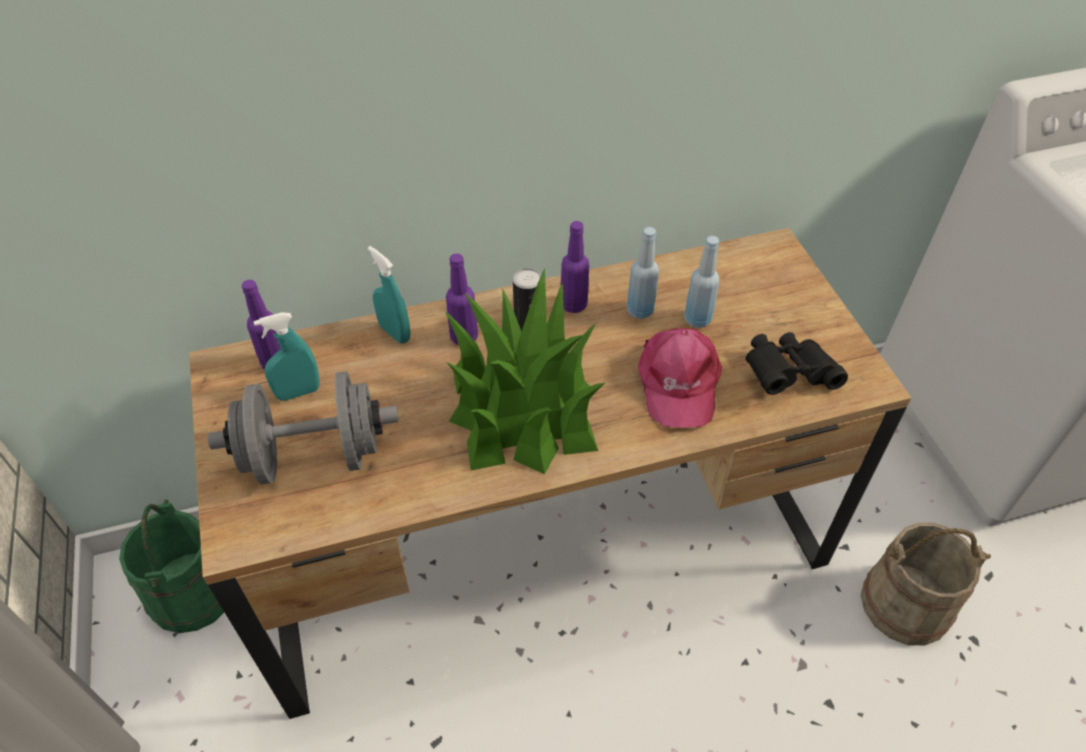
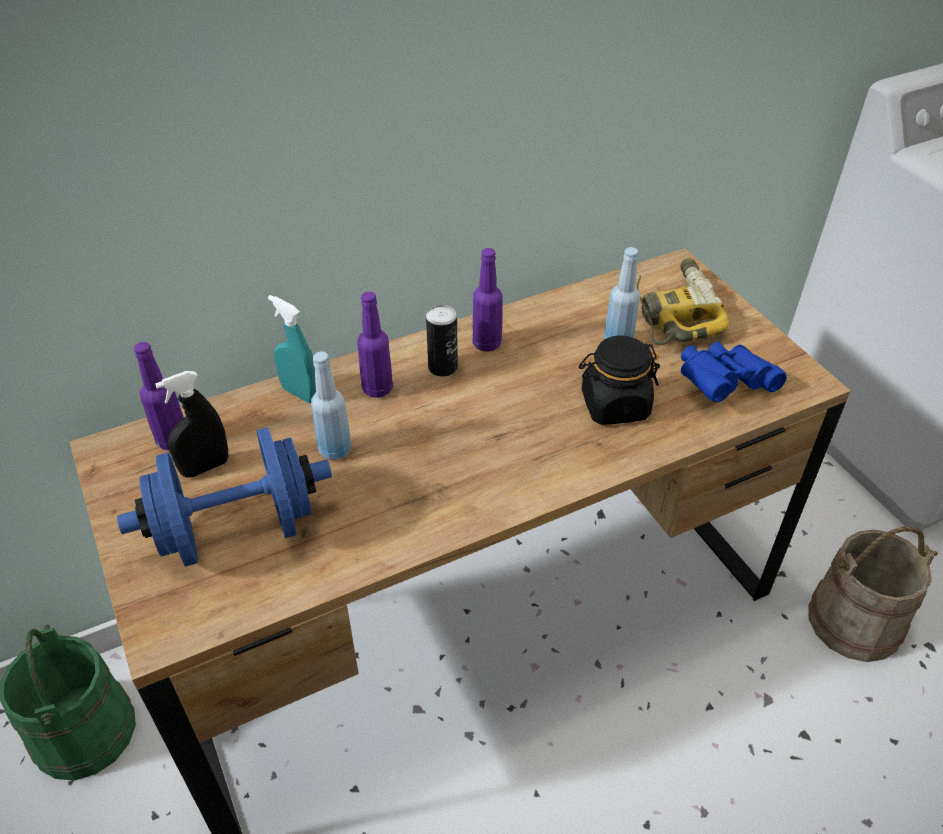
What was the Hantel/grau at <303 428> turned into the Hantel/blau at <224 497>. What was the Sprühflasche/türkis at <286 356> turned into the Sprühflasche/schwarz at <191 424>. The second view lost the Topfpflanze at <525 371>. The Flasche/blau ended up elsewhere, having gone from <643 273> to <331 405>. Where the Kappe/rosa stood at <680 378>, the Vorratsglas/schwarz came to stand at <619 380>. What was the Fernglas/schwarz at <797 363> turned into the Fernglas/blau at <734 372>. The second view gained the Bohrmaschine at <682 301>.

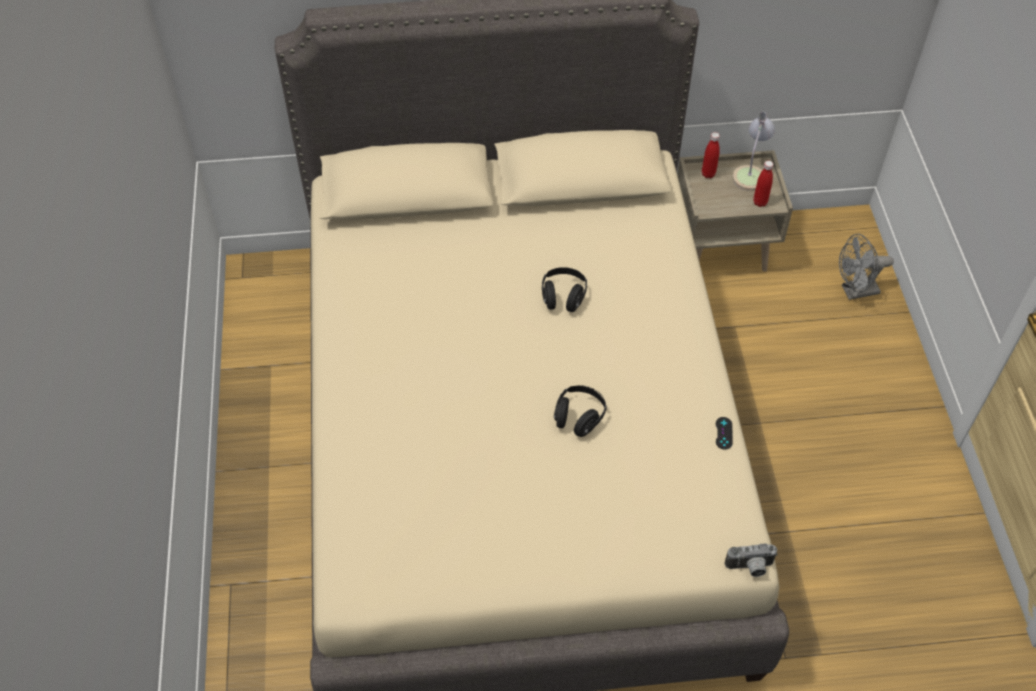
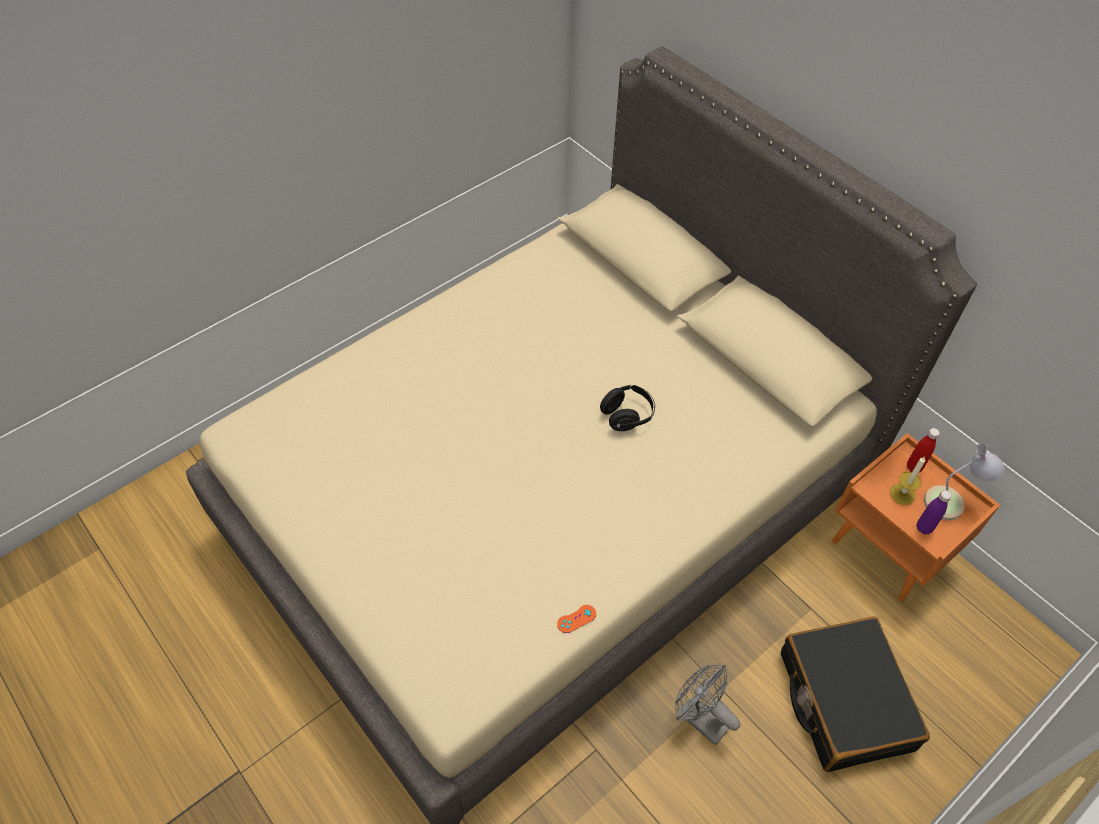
The second view lost the Kopfhörer/schwarz at <580 411>. What was the Nachttisch/beige at <735 211> turned into the Nachttisch/orange at <916 517>. What was the Gamepad/schwarz at <724 433> turned into the Gamepad/orange at <576 619>. The second view lost the Kamera at <751 560>. What was the Flasche/rot at <763 184> turned into the Flasche/lila at <934 512>. The Ventilator/grau ended up elsewhere, having gone from <866 267> to <708 705>. The second view gained the Koffer/schwarz at <855 694>. The second view gained the Kerze at <907 480>.

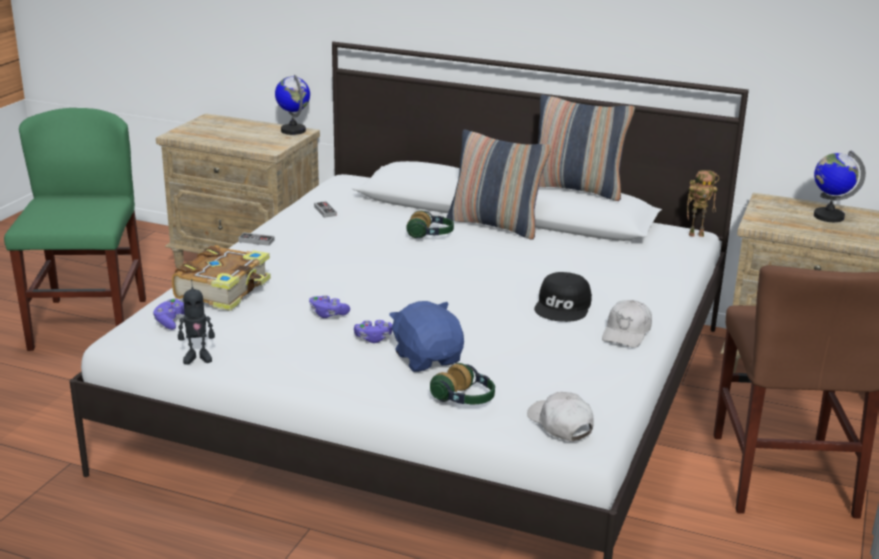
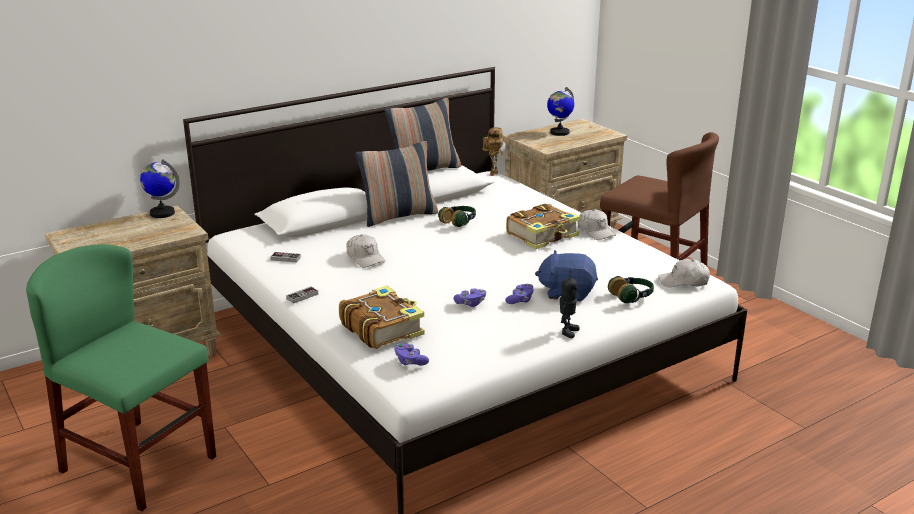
The Spielzeugroboter ended up elsewhere, having gone from <196 321> to <570 304>. The Kopfhörer ended up elsewhere, having gone from <430 224> to <457 216>. Where the Kappe/schwarz stood at <563 297>, the Buch came to stand at <543 226>. The second view gained the Kappe/weiß at <365 251>.

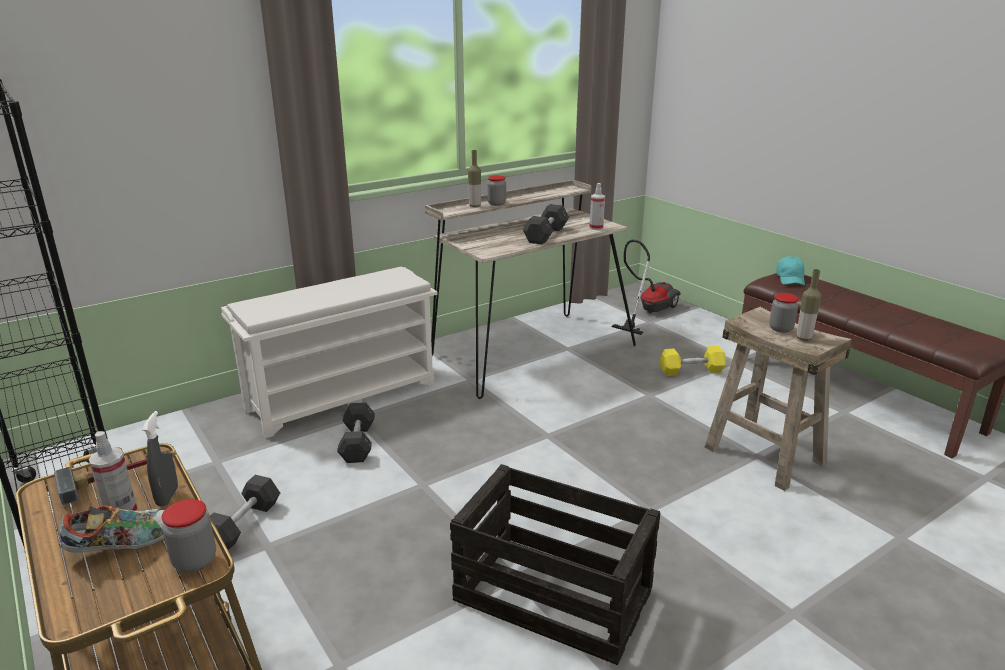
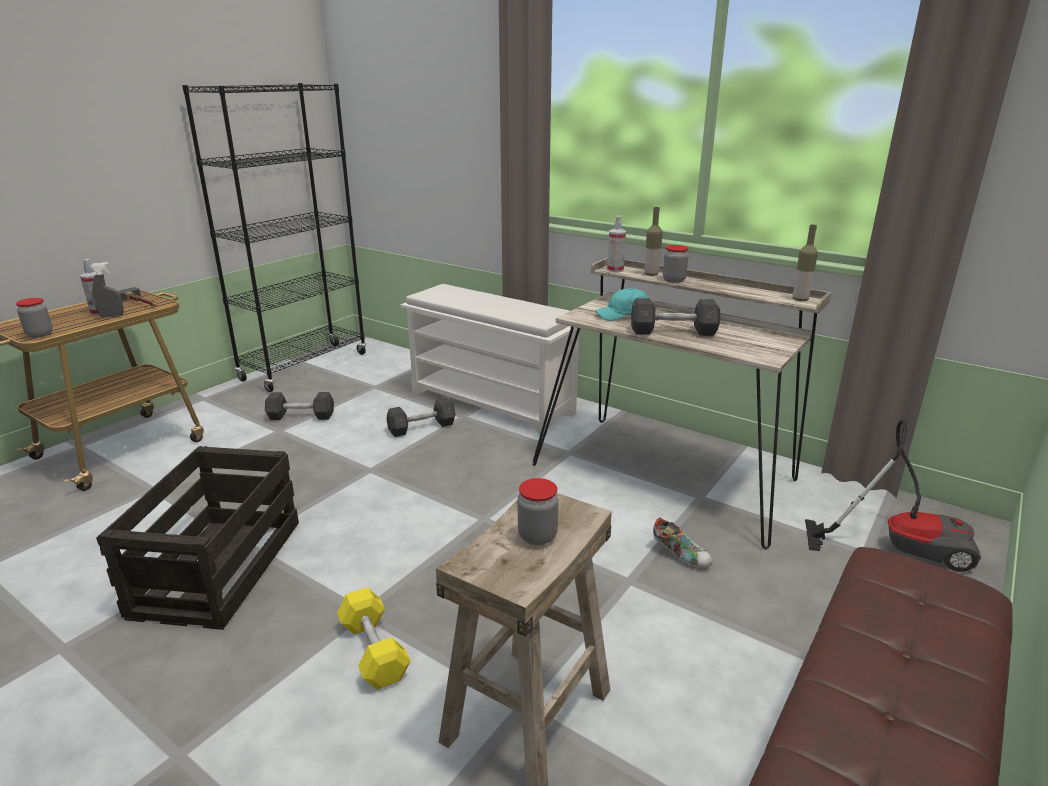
The Schuh ended up elsewhere, having gone from <112 529> to <683 543>. The Sprühflasche ended up elsewhere, having gone from <597 206> to <616 244>. The Hantel/gelb ended up elsewhere, having gone from <693 361> to <374 638>. The Kappe/türkis ended up elsewhere, having gone from <790 271> to <621 304>. The Flasche ended up elsewhere, having gone from <808 305> to <805 262>.

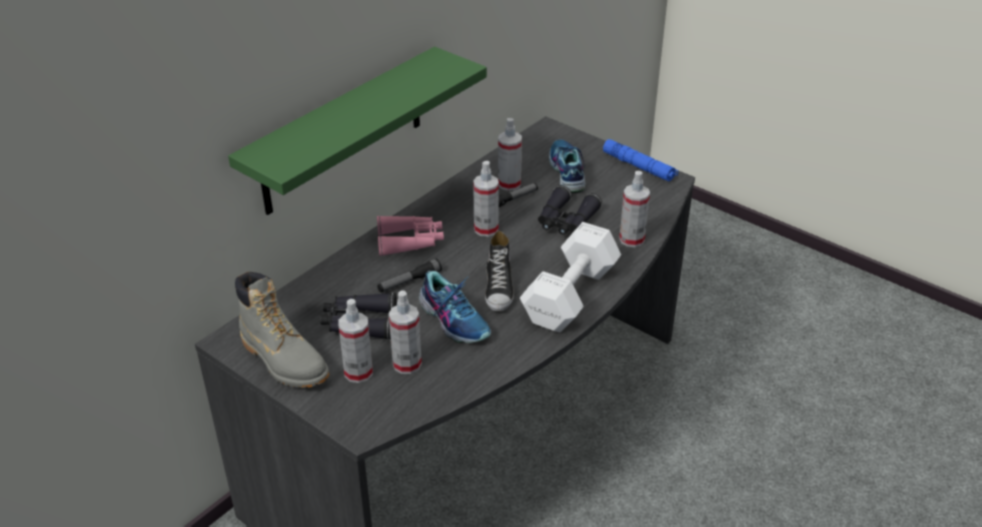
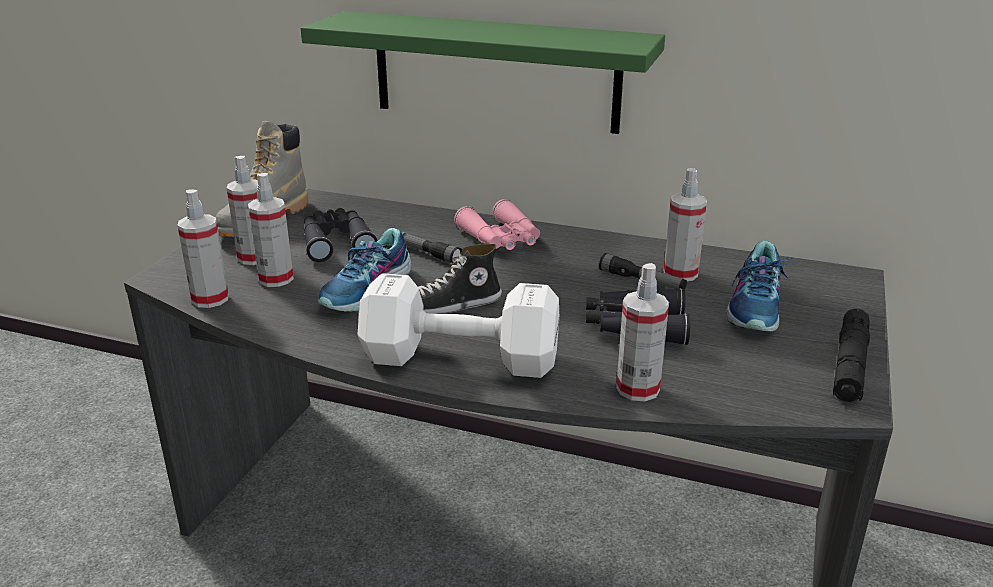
The Sprühflasche ended up elsewhere, having gone from <486 199> to <203 248>. The Schuh at <567 166> ended up facing another way, 135 degrees clockwise from before. What was the Taschenlampe/blau at <640 160> turned into the Taschenlampe/schwarz at <851 355>.

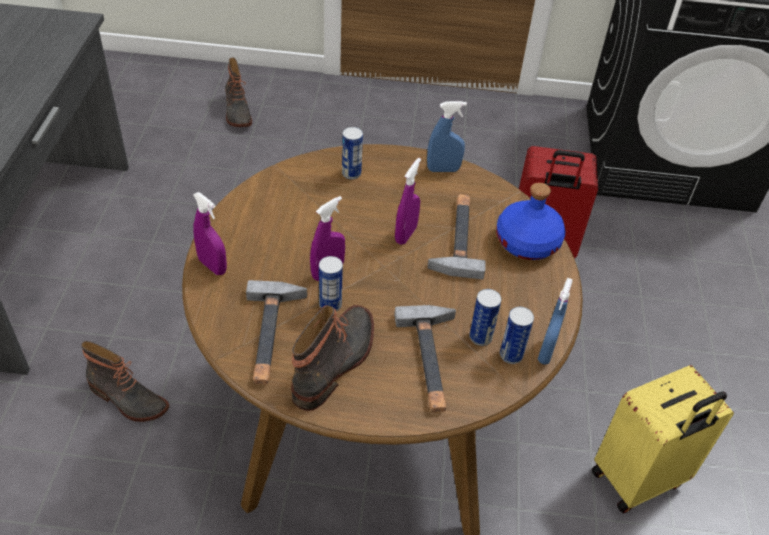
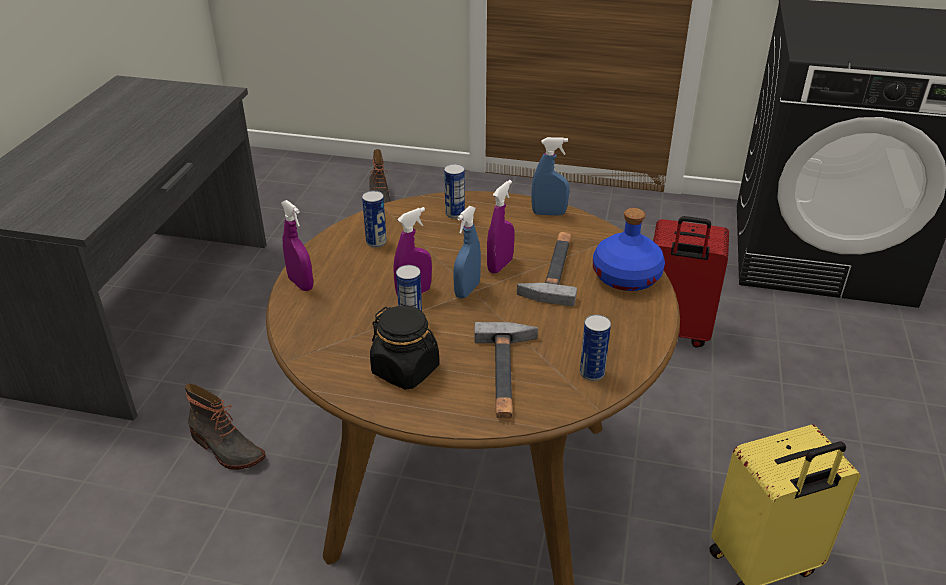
The second view lost the Hammer at <276 332>. Where the Stiefel stood at <332 358>, the Vorratsglas/schwarz came to stand at <404 347>. The Dose ended up elsewhere, having gone from <485 317> to <374 219>. The Sprühflasche/blau ended up elsewhere, having gone from <555 321> to <467 252>.

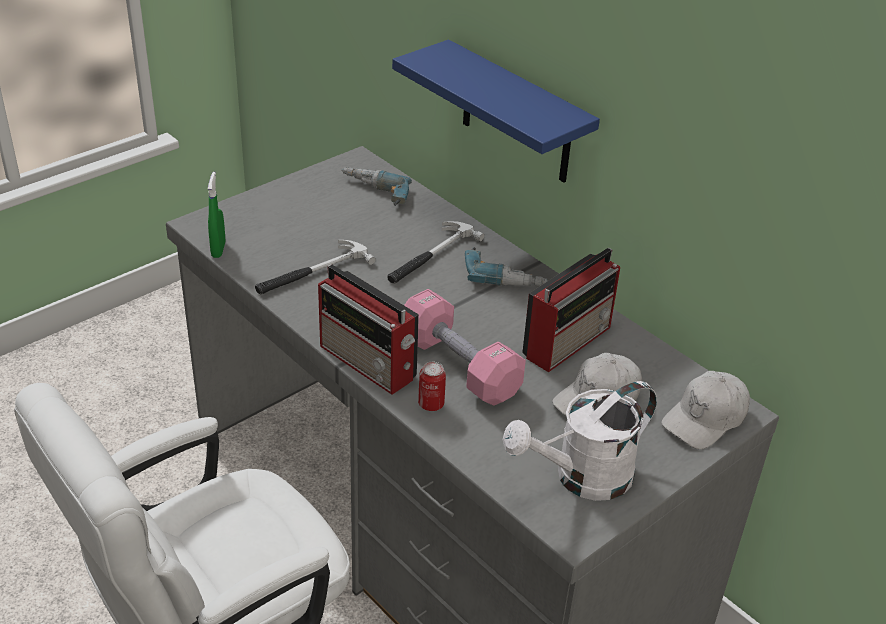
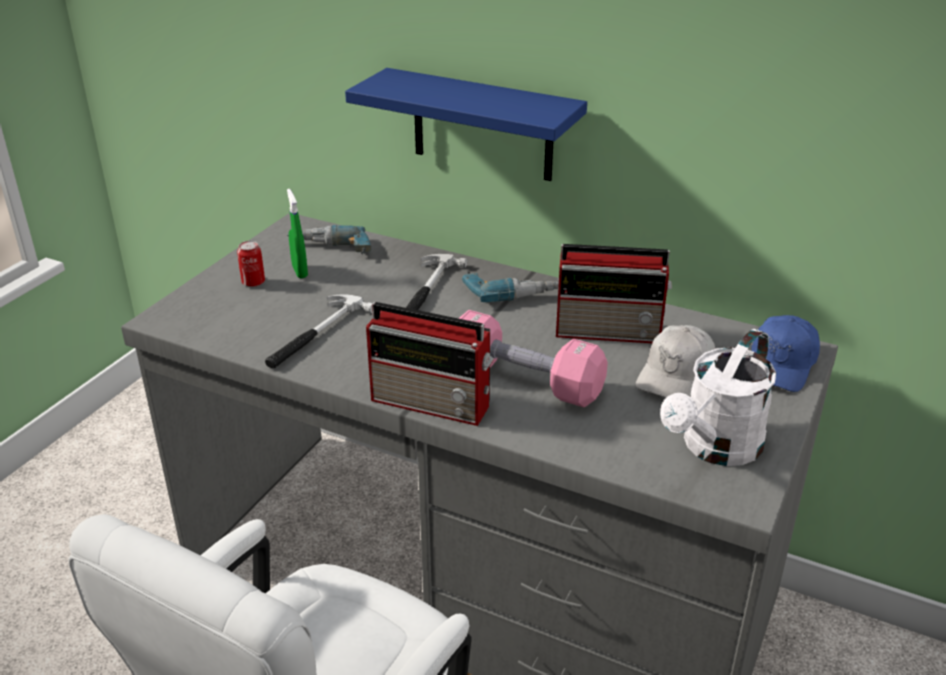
The Sprühflasche/grün ended up elsewhere, having gone from <216 215> to <297 233>. The Dose ended up elsewhere, having gone from <432 386> to <251 264>. The Radio at <571 310> ended up facing another way, 75 degrees clockwise from before. What was the Kappe/weiß at <705 410> turned into the Kappe/blau at <786 353>.

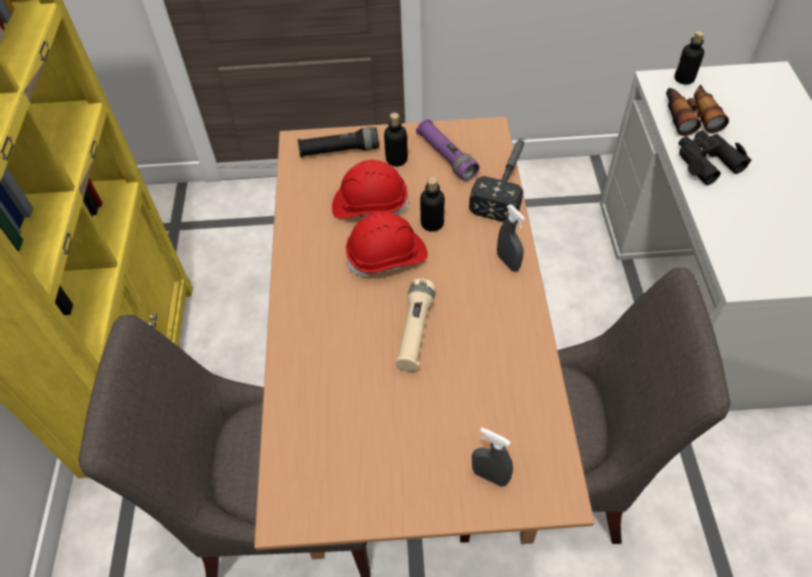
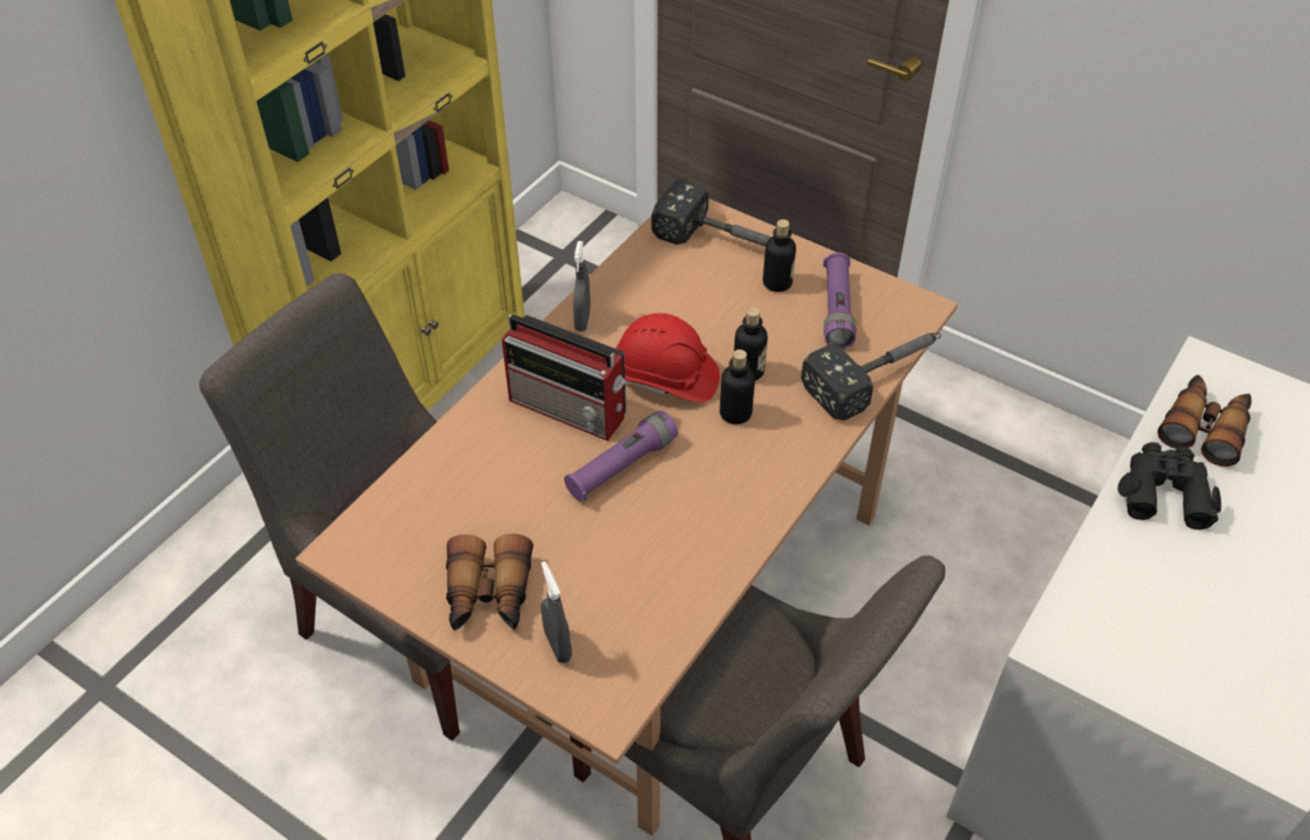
Where the Taschenlampe/schwarz stood at <338 142>, the Hammer came to stand at <711 213>. The second view lost the Schutzhelm/rot at <370 189>. What was the Taschenlampe/beige at <415 324> turned into the Taschenlampe/lila at <621 455>. The Sprühflasche/grau ended up elsewhere, having gone from <511 237> to <582 286>. The Flasche ended up elsewhere, having gone from <689 58> to <737 386>. The second view gained the Fernglas at <489 582>. The second view gained the Radio at <564 377>.

